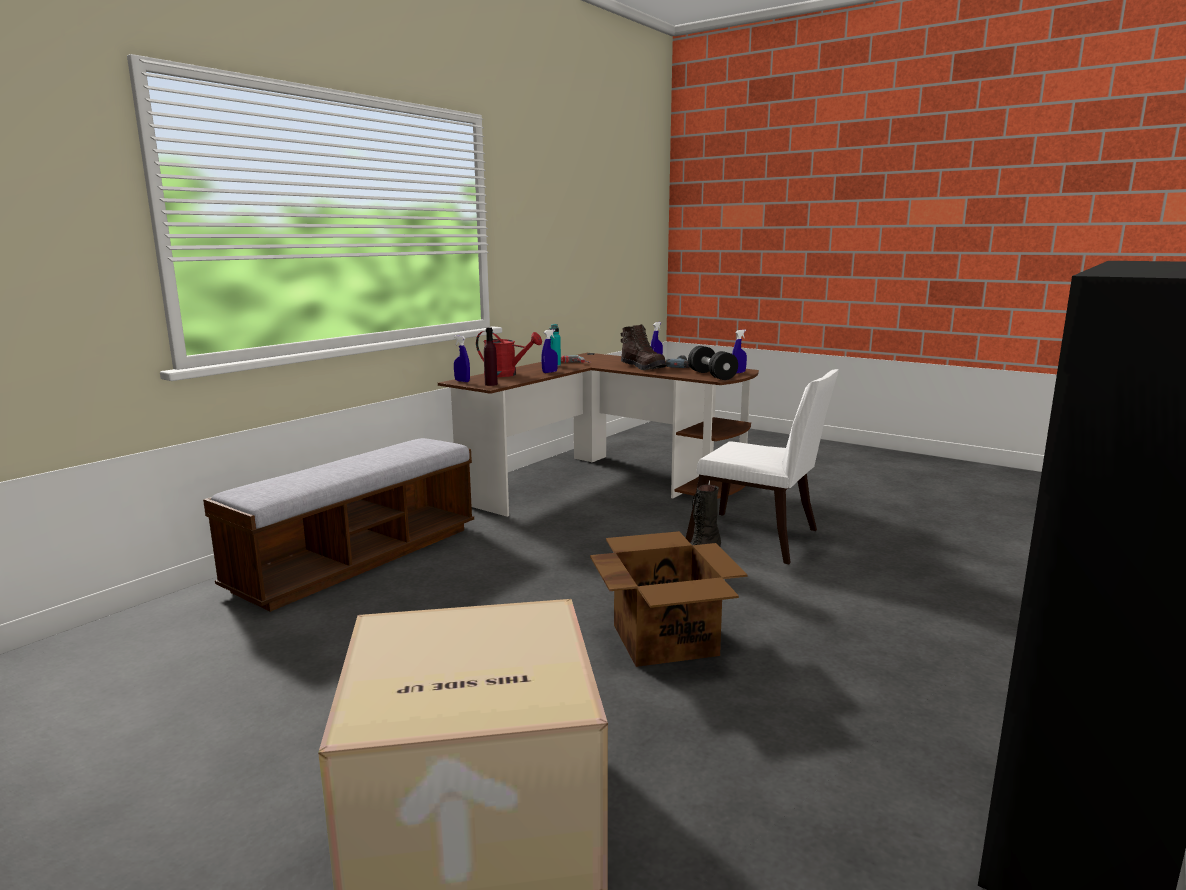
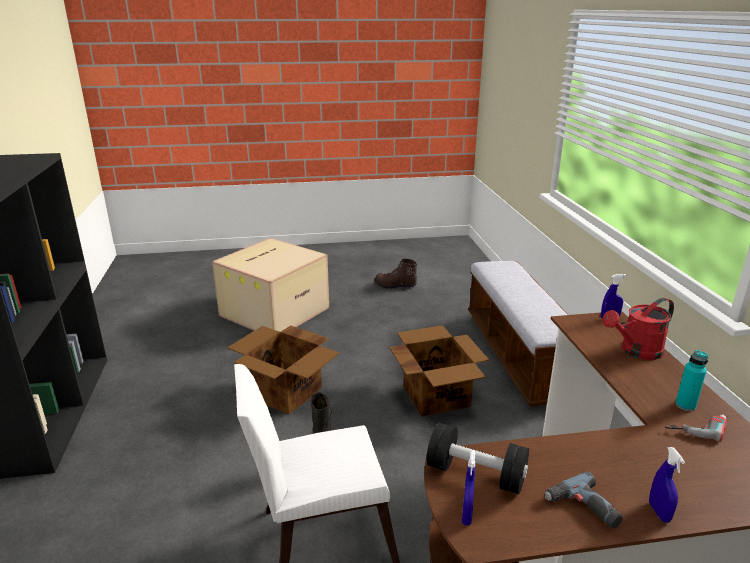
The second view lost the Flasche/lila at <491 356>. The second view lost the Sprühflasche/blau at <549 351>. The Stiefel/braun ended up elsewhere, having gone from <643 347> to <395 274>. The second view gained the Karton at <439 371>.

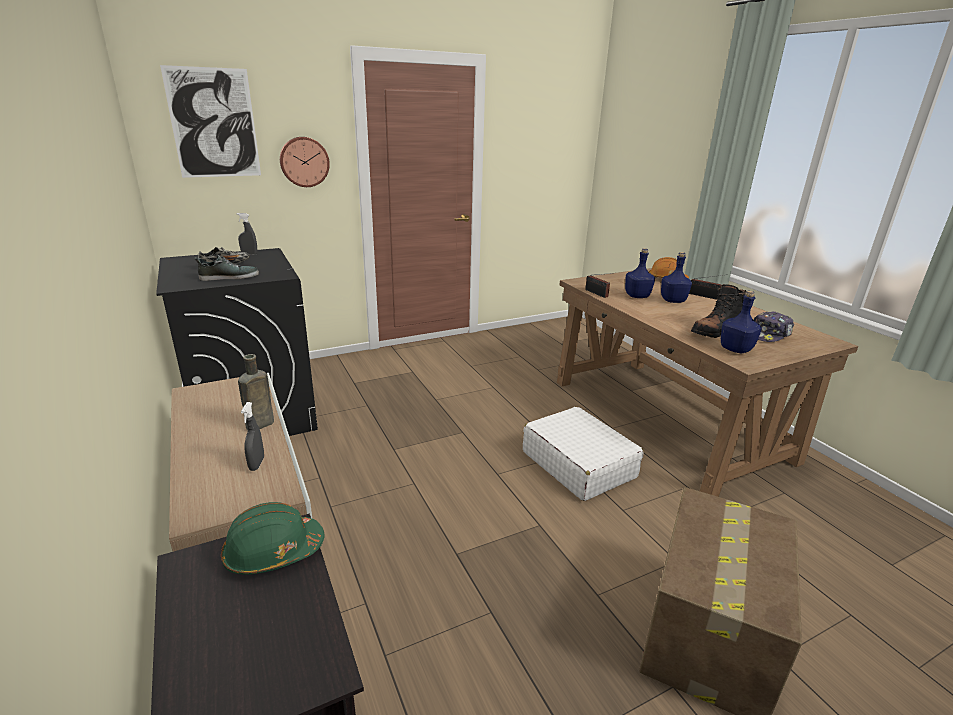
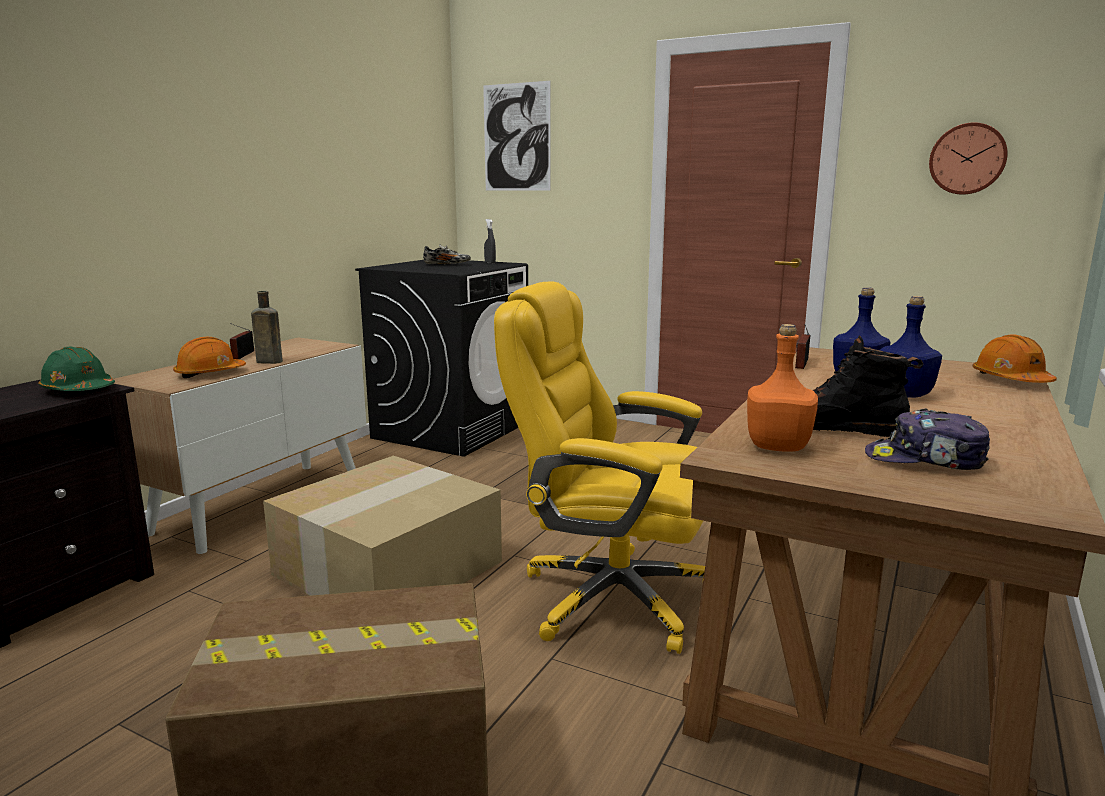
The second view lost the Schuh at <226 268>. Where the Sprühflasche/grau stood at <252 436>, the Schutzhelm/orange came to stand at <209 357>. The Wanduhr ended up elsewhere, having gone from <305 162> to <968 158>. Where the Koffer/weiß stood at <583 454>, the Bürostuhl/gelb came to stand at <599 467>. The Radio ended up elsewhere, having gone from <708 287> to <242 341>. What was the Flasche/blau at <741 322> turned into the Flasche/orange at <782 388>. The second view gained the Karton at <382 526>.

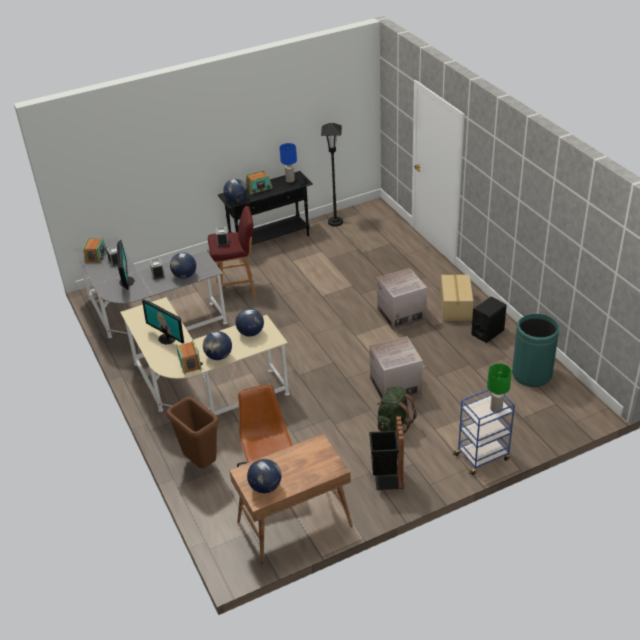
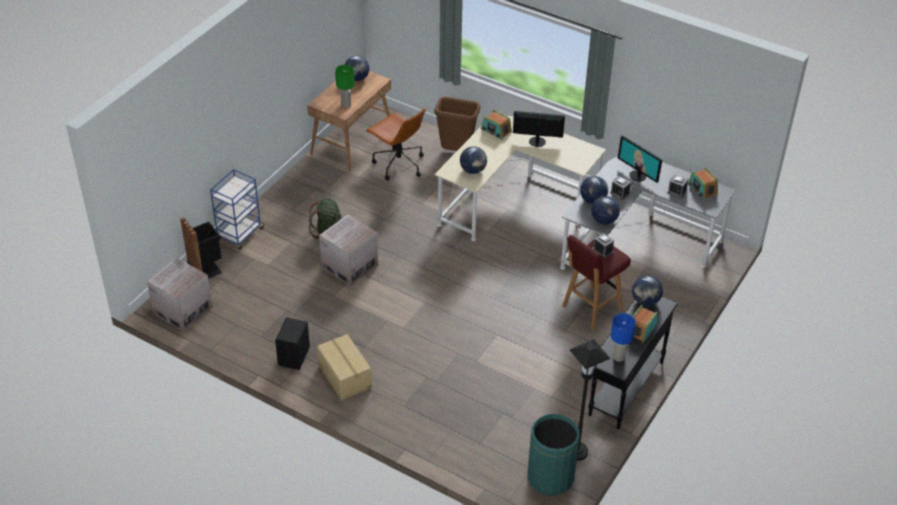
The Globus ended up elsewhere, having gone from <217 345> to <605 210>. The Mülleimer/schwarz ended up elsewhere, having gone from <386 453> to <201 248>. The Karton ended up elsewhere, having gone from <402 299> to <180 294>. The Tischlampe/grün ended up elsewhere, having gone from <499 388> to <344 86>. The Mülleimer/grün ended up elsewhere, having gone from <535 350> to <554 455>.

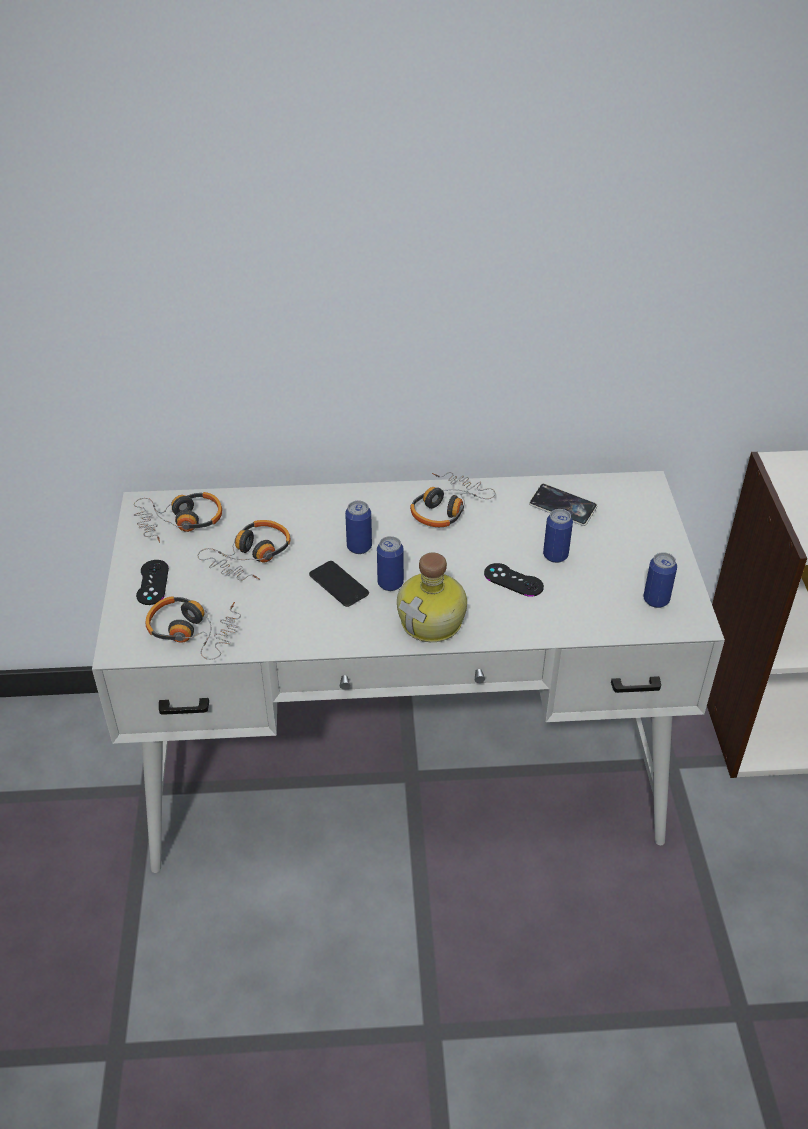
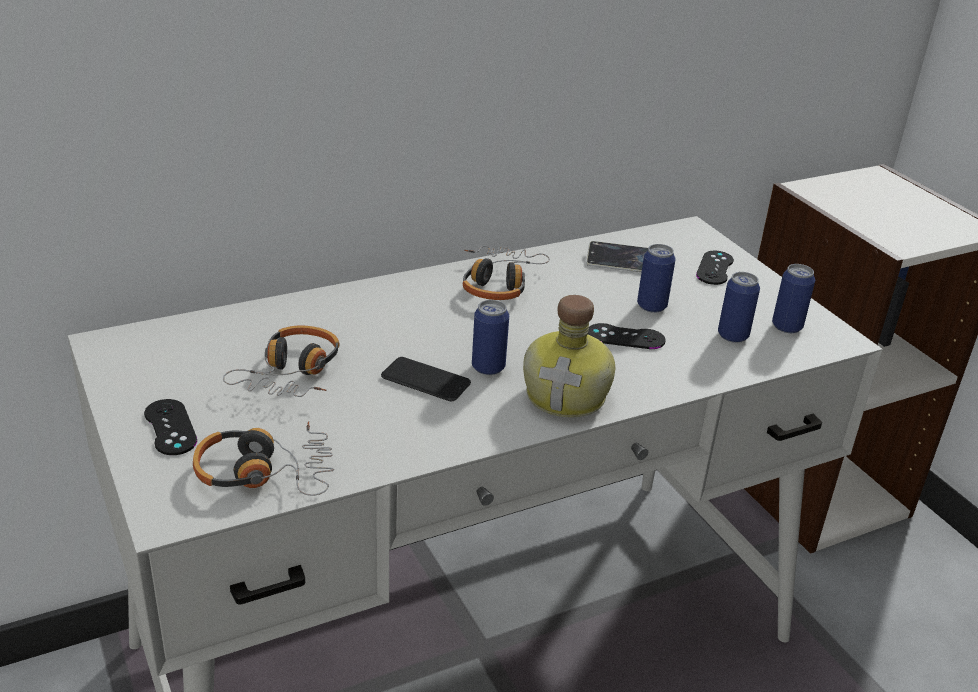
The second view lost the Kopfhörer at <178 517>. The Dose ended up elsewhere, having gone from <358 527> to <739 307>. The second view gained the Gamepad/schwarz at <715 268>.

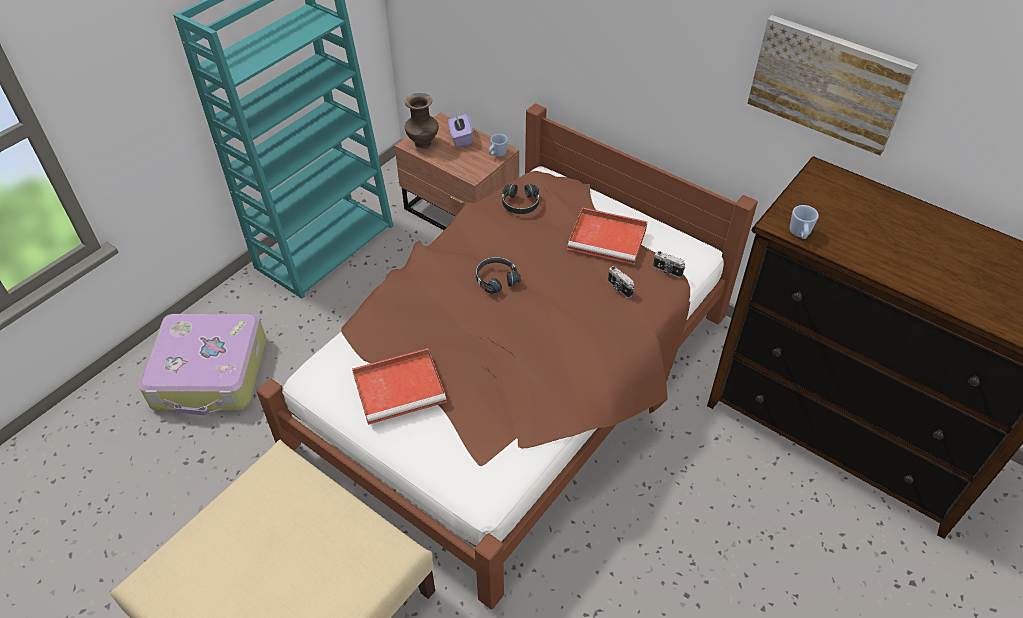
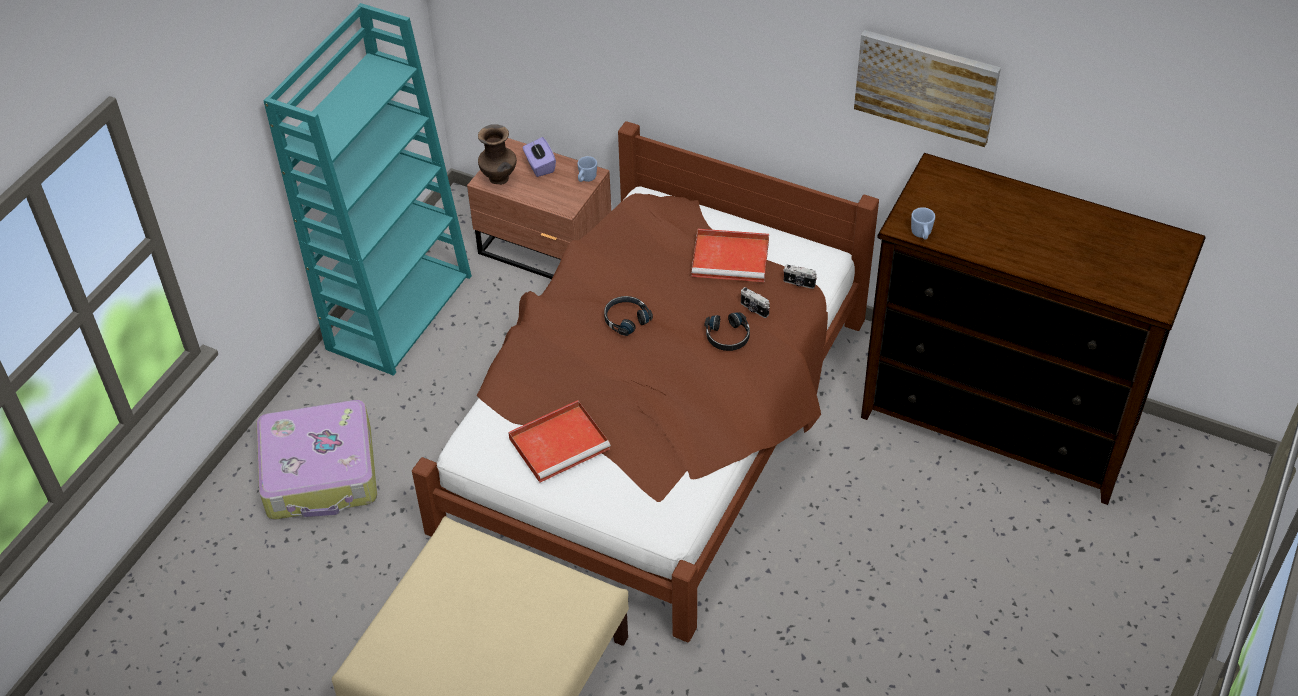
The Kopfhörer/schwarz ended up elsewhere, having gone from <520 199> to <727 331>.

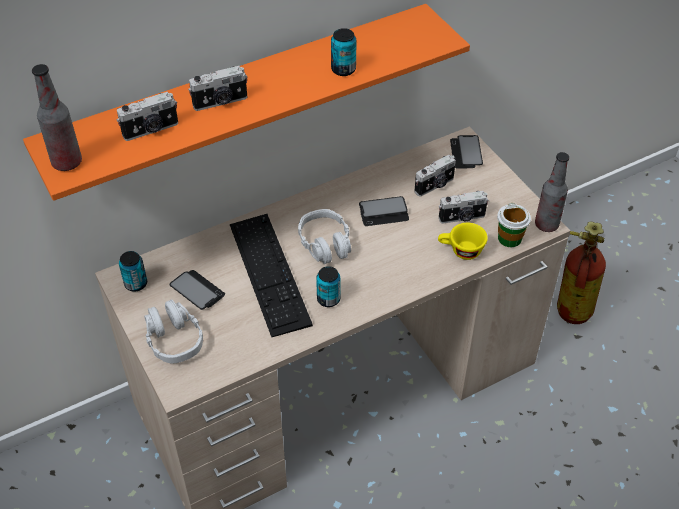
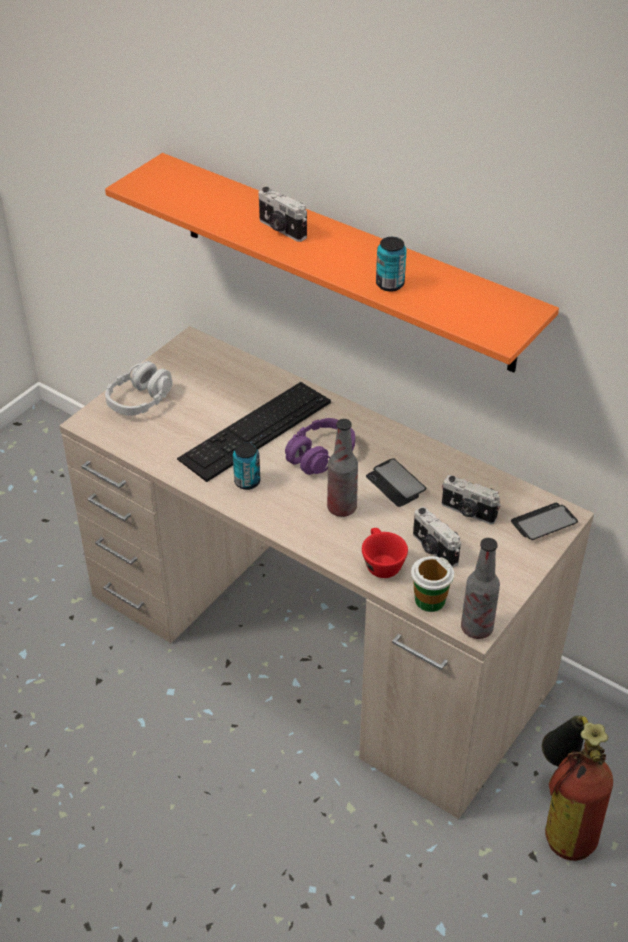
The Flasche ended up elsewhere, having gone from <57 117> to <342 468>. The second view lost the Kamera at <147 116>. The second view lost the Dose at <133 271>. The second view lost the Handy at <197 290>. What was the Kopfhörer/grau at <324 236> turned into the Kopfhörer/lila at <320 446>. What was the Tasse/gelb at <463 241> turned into the Tasse/rot at <385 553>.

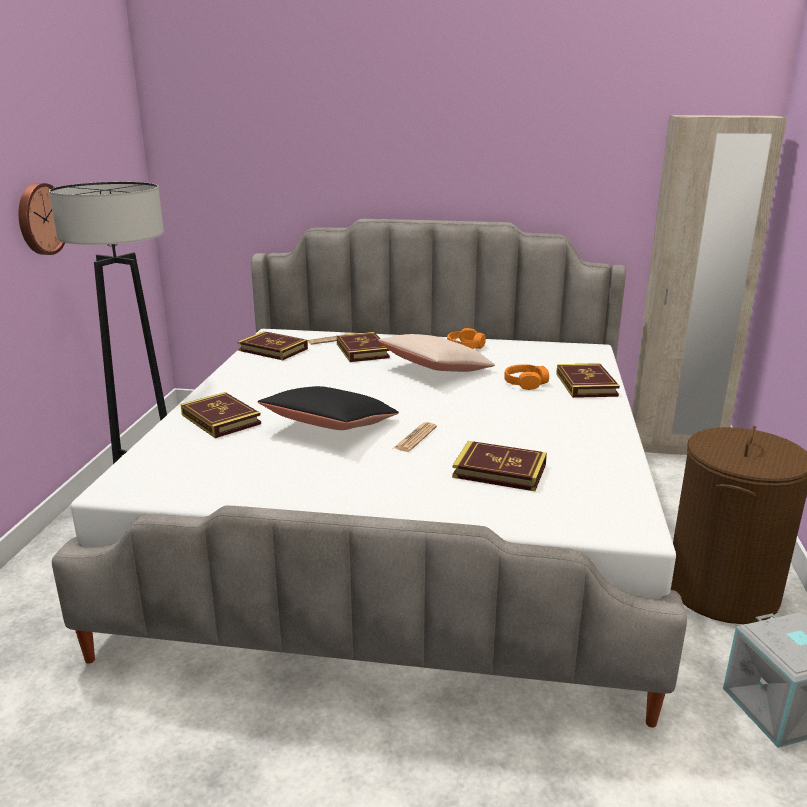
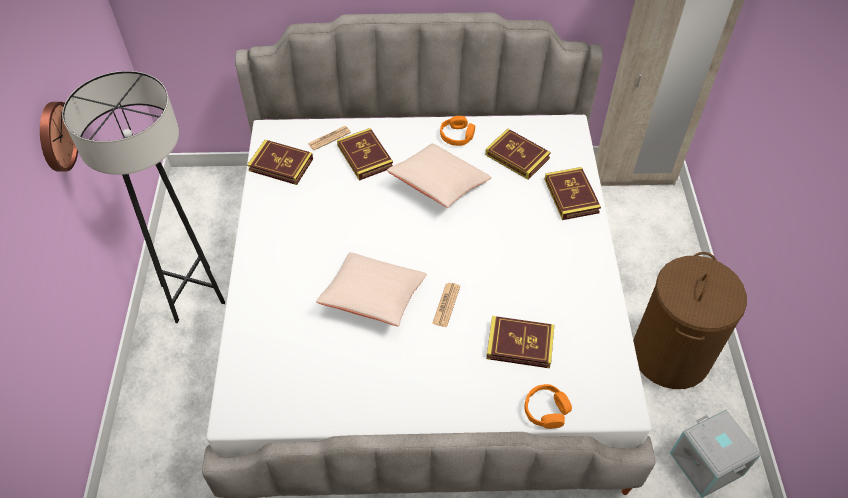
The Buch ended up elsewhere, having gone from <221 415> to <518 154>. What was the Kissen/schwarz at <328 408> turned into the Kissen/beige at <371 289>. The Kopfhörer/orange ended up elsewhere, having gone from <526 377> to <548 406>.

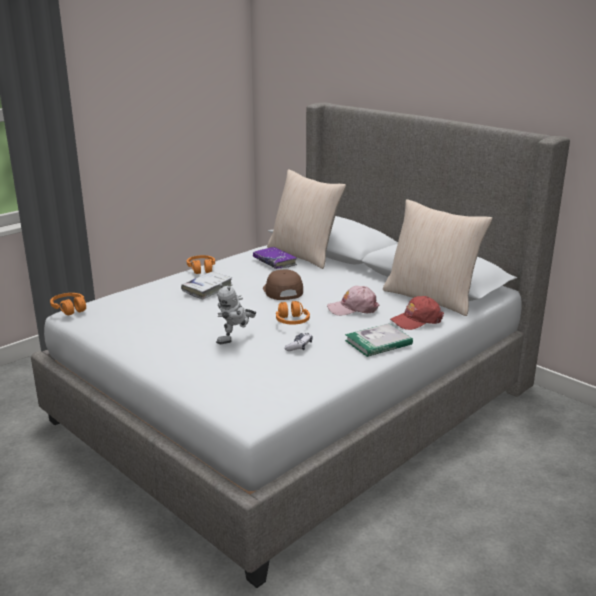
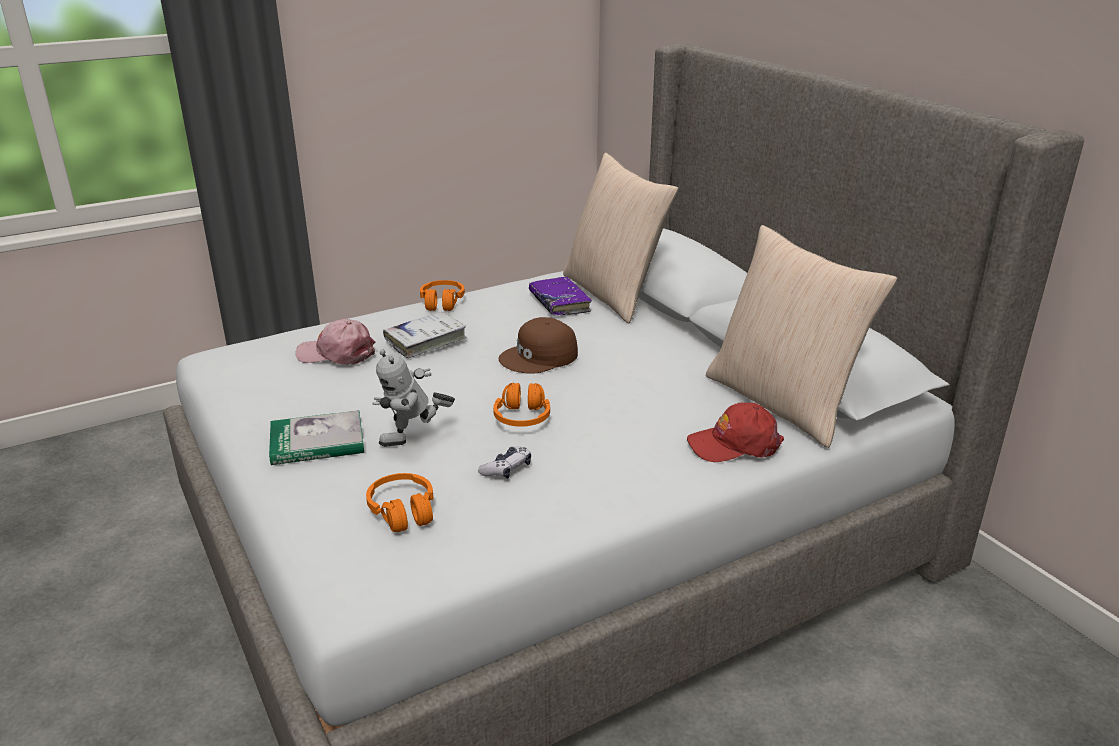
The Kopfhörer/orange ended up elsewhere, having gone from <68 304> to <399 502>. The Kappe/braun at <283 285> ended up facing another way, 120 degrees counterclockwise from before. The Kappe/rosa ended up elsewhere, having gone from <353 301> to <335 342>. The Buch ended up elsewhere, having gone from <379 340> to <316 437>.

